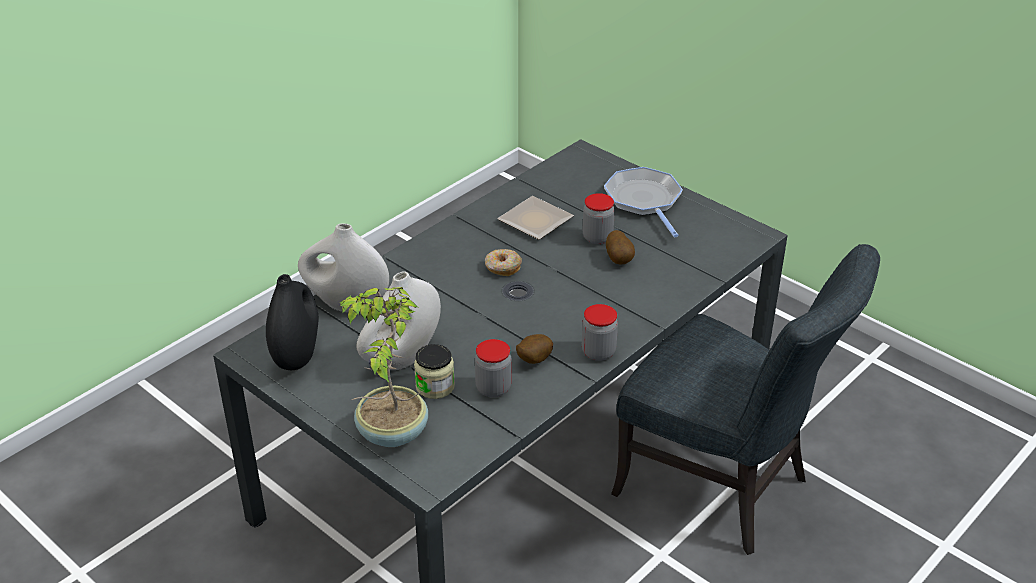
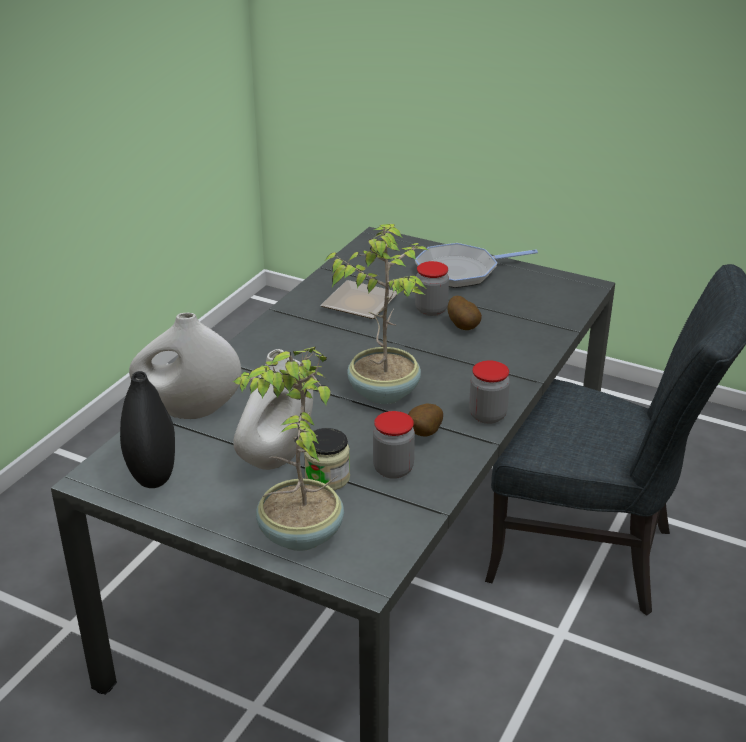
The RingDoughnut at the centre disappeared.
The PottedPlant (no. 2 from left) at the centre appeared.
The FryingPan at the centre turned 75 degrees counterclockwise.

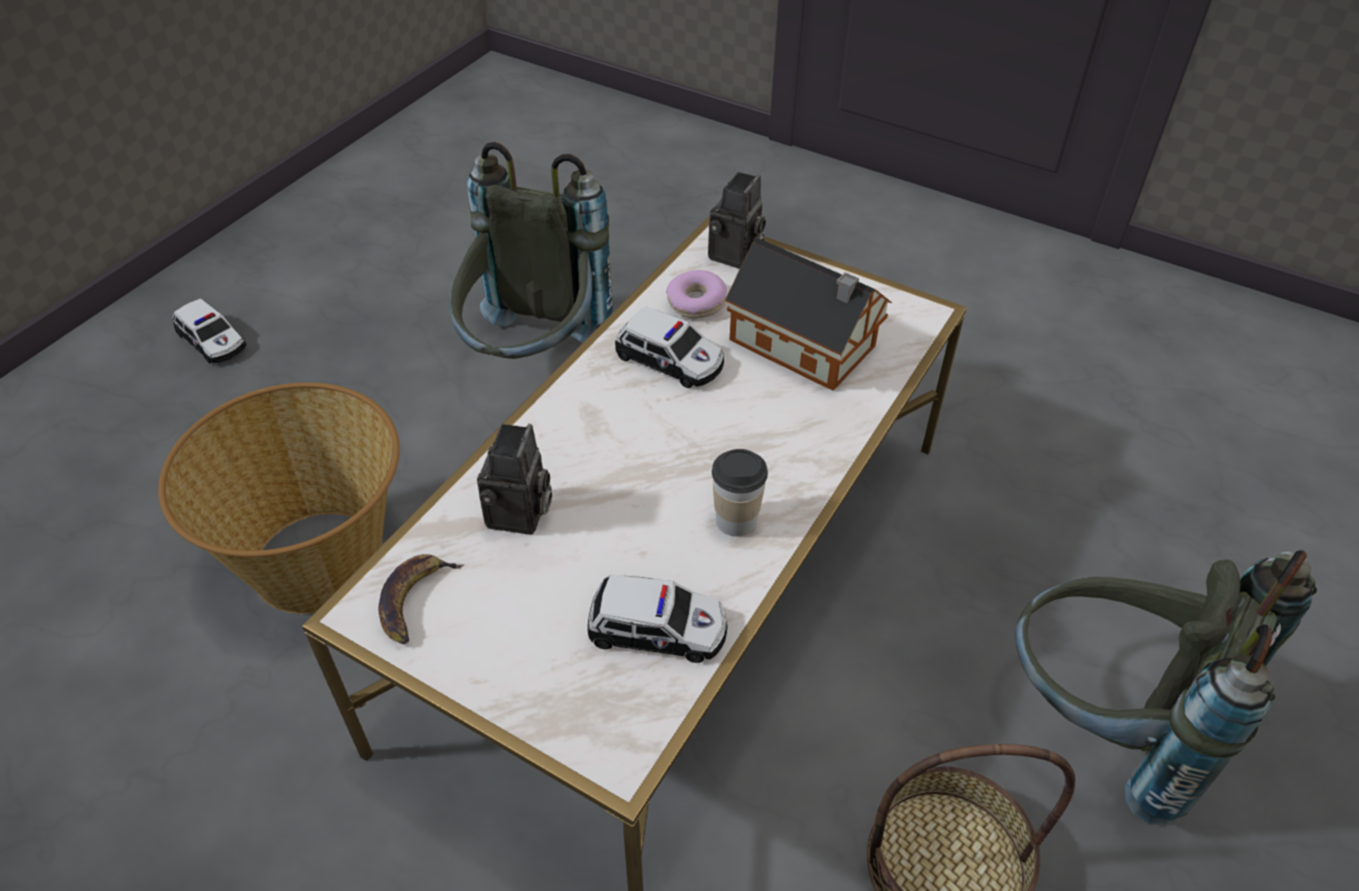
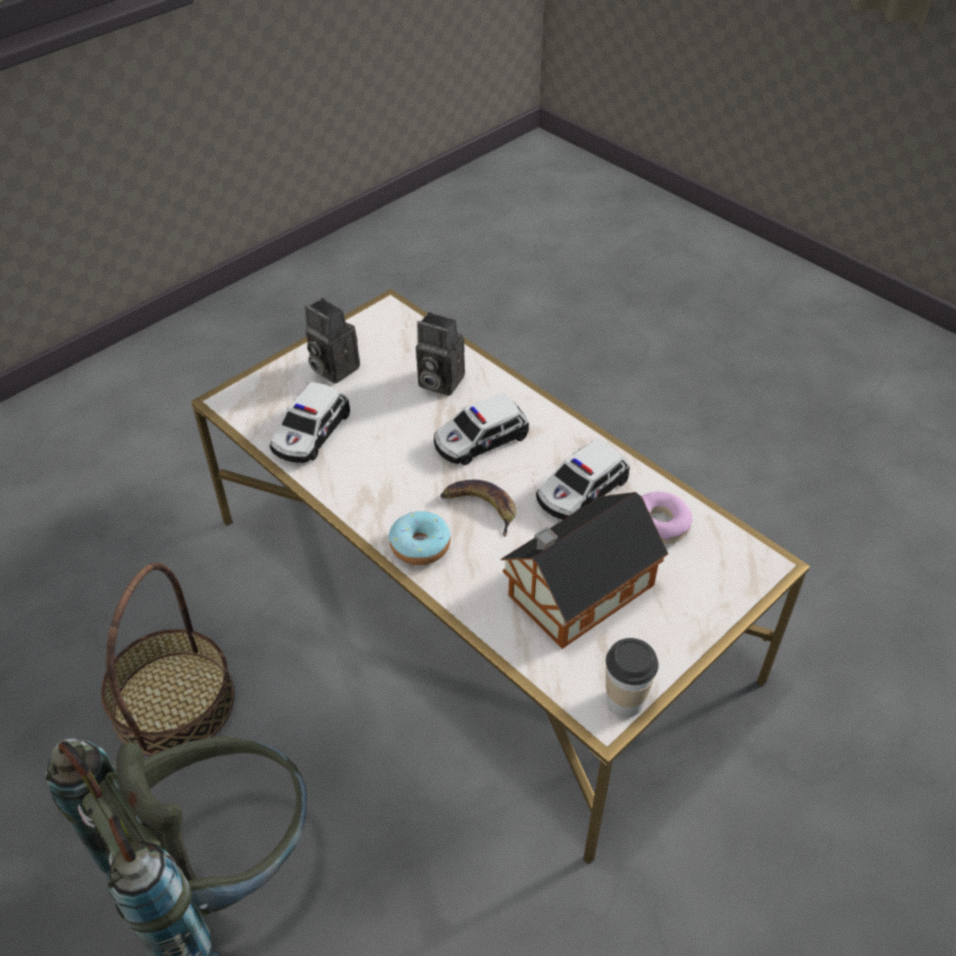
The Basket (no. 1 from left) at the middle left disappeared.
The GrayRucksack (no. 1 from left) at the top centre disappeared.
The RingDoughnut (no. 1 from left) at the centre appeared.
The MiniatureCar (no. 1 from left in the first image) moved from the middle left to the centre.
The BananaFruit moved from the bottom left to the centre.
The StillCamera (no. 2 from left in the first image) moved from the top centre to the centre.
The DrinkingCup moved from the centre to the bottom centre.

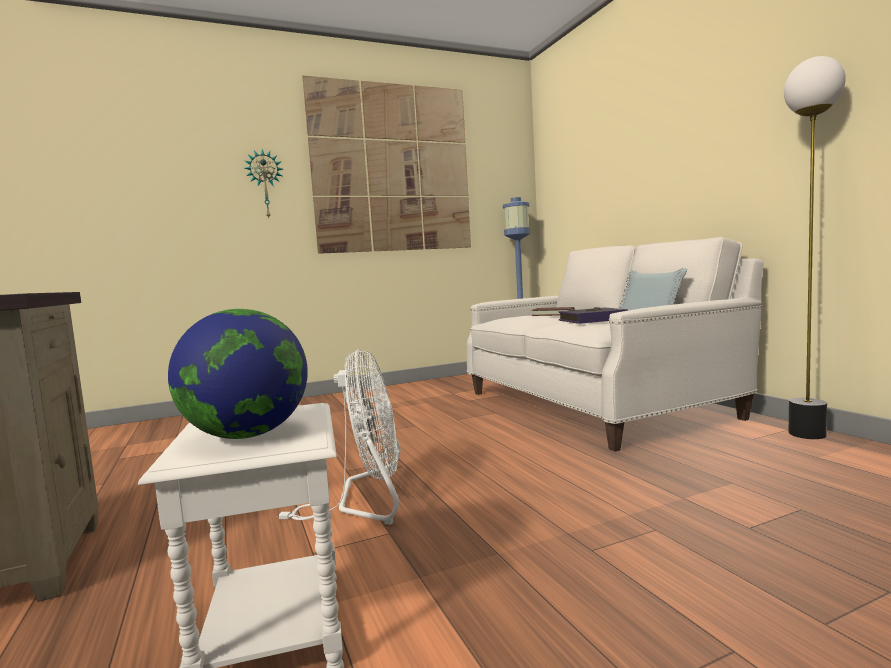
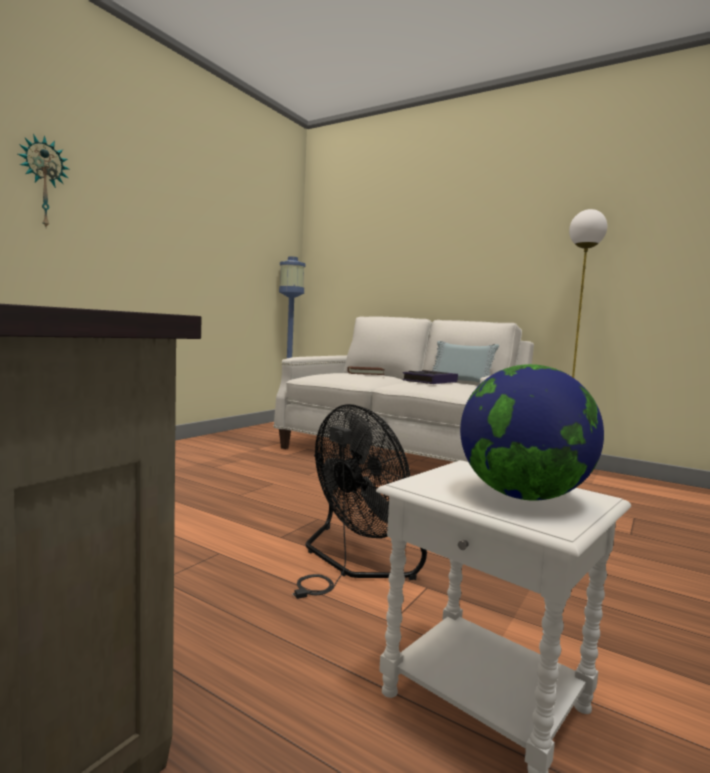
The Picture at the top centre disappeared.
The WhitishFan at the centre became the BlackishFan at the centre.

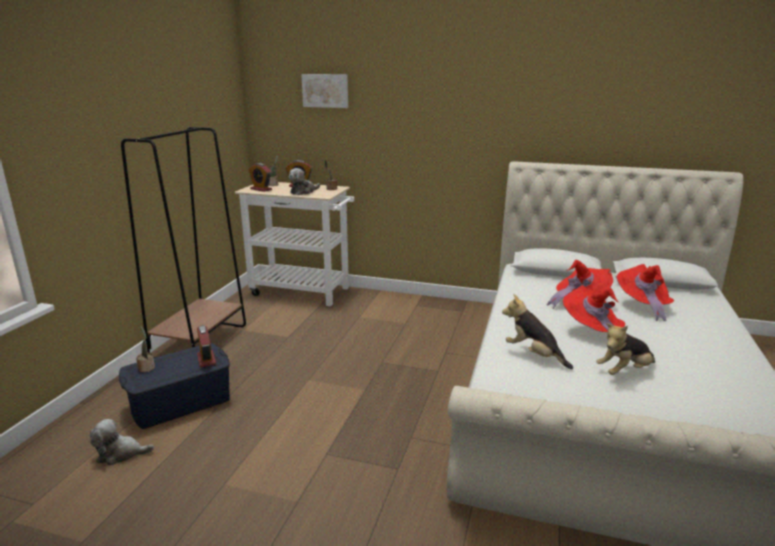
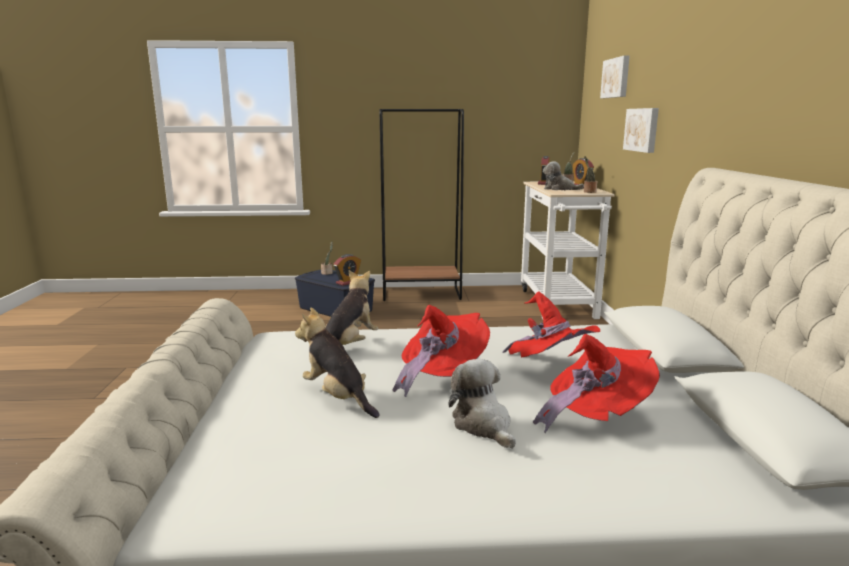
The Picture (no. 2 from left) at the top right appeared.
The SoftToy (no. 1 from left in the first image) moved from the bottom left to the bottom centre.

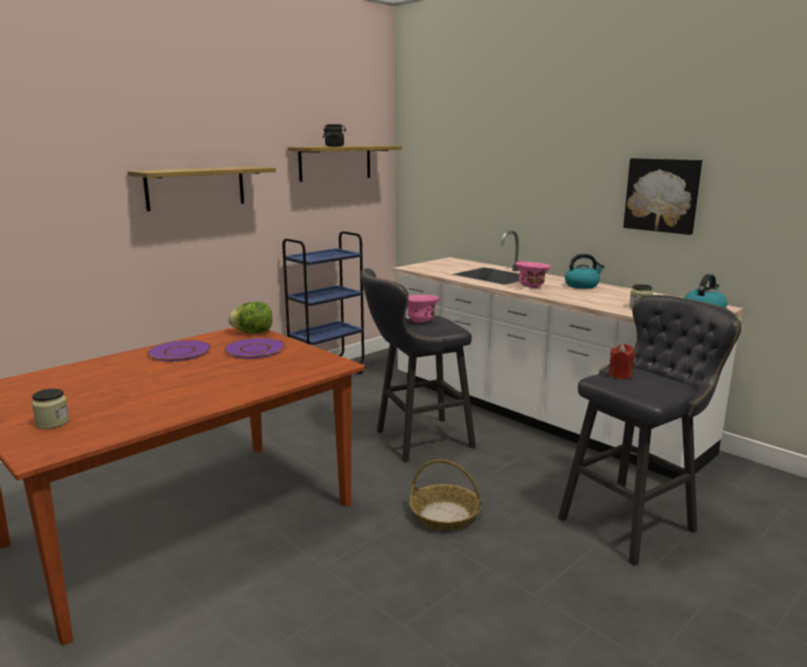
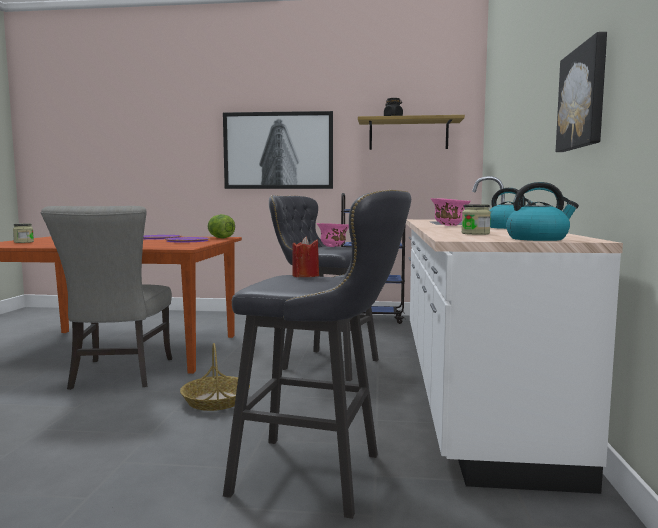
The GrayPlainChair at the middle left appeared.
The WallShelf (no. 1 from left) at the top left was replaced by the Picture (no. 1 from left) at the top centre.

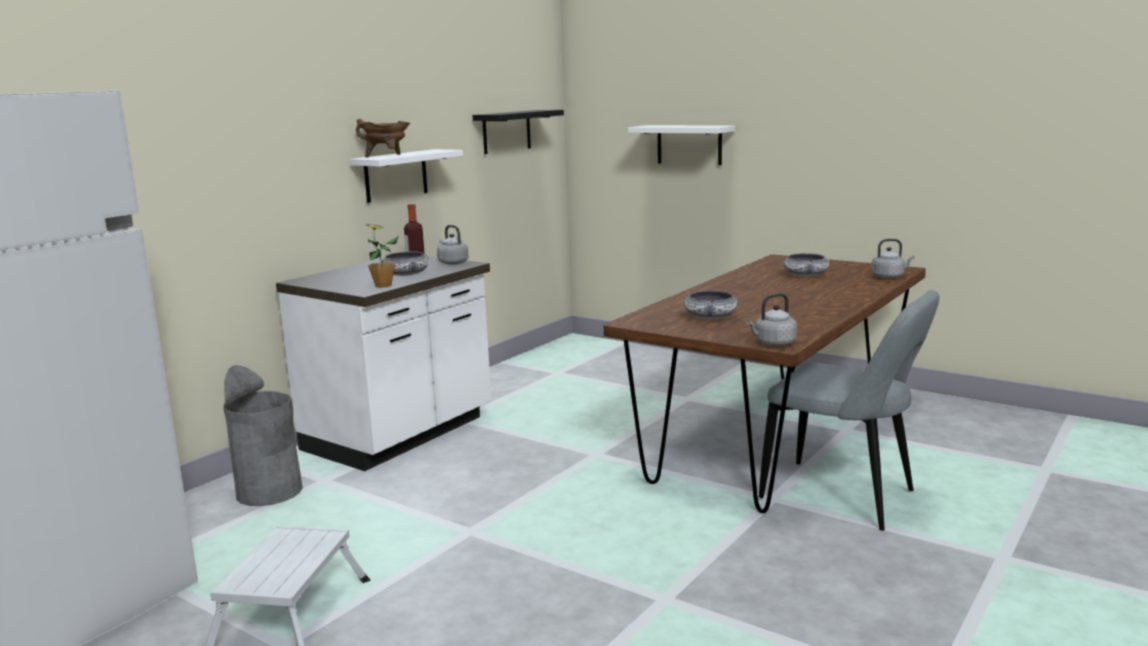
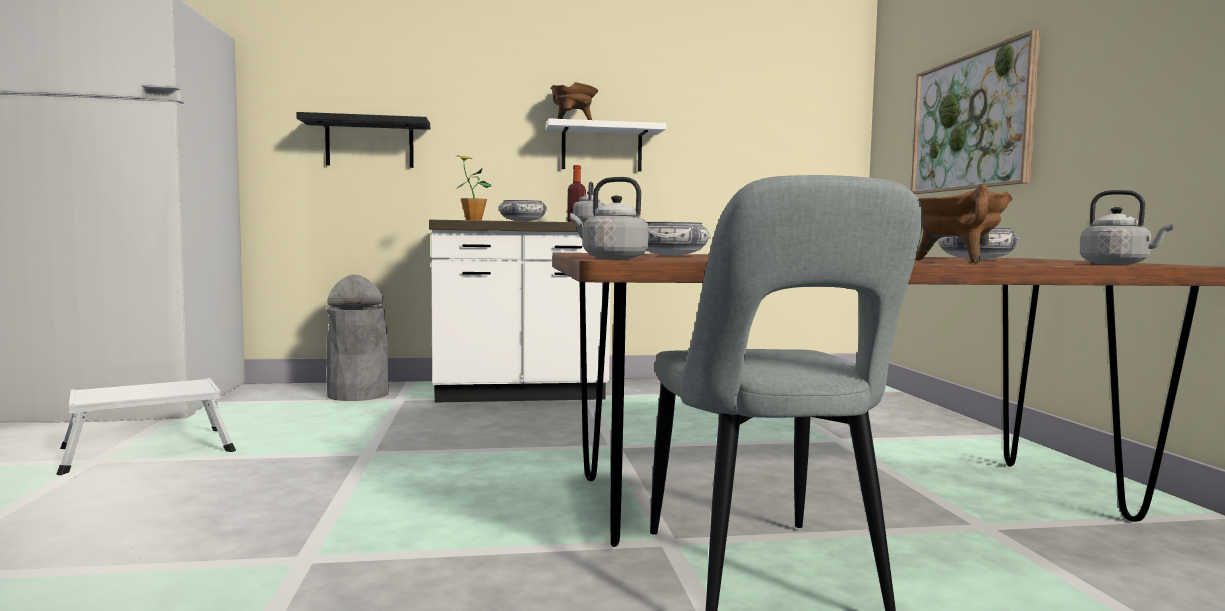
The BrownStockpot (no. 2 from left) at the middle right appeared.
The BlackishWallShelf moved from the top centre to the top left.
The WhitishWallShelf (no. 2 from left) at the top centre was replaced by the Picture at the top right.

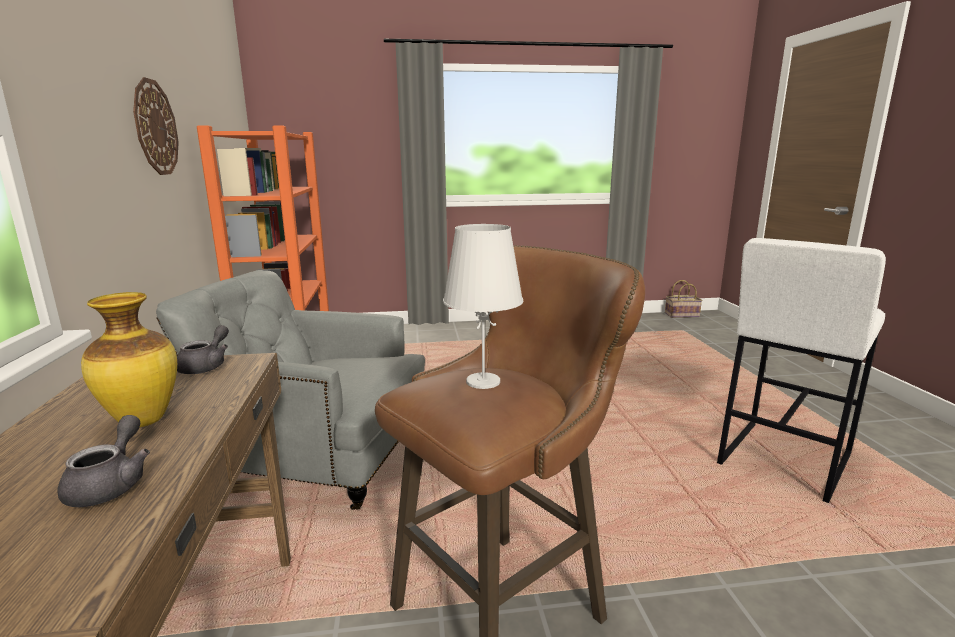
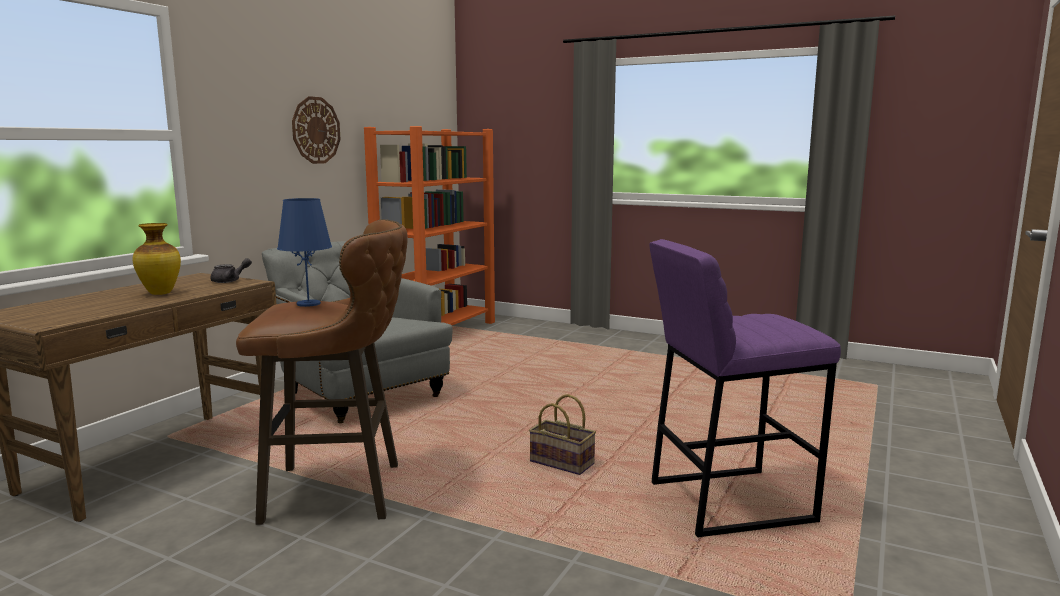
The GrayPotForTea (no. 1 from left) at the bottom left disappeared.
The Basket moved from the middle right to the bottom centre.
The WhitishTabletopLamp at the centre became the BlueColouredTabletopLamp at the middle left.
The WhitishSittingStool at the middle right became the PurplishSittingStool at the middle right.

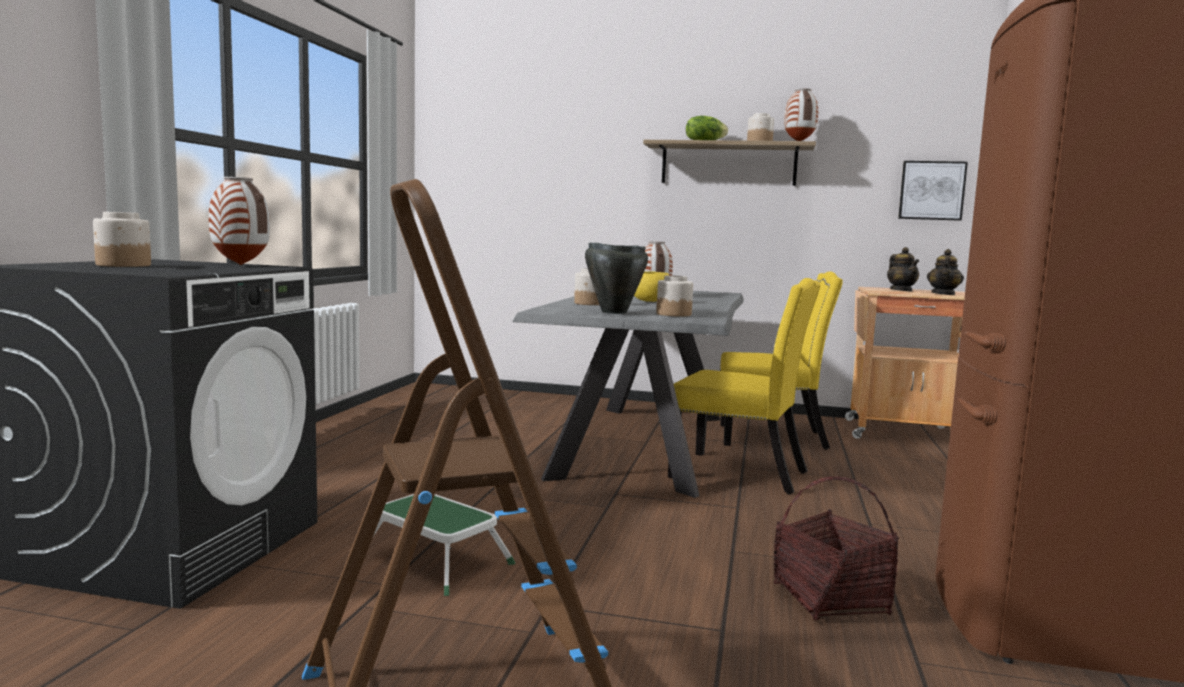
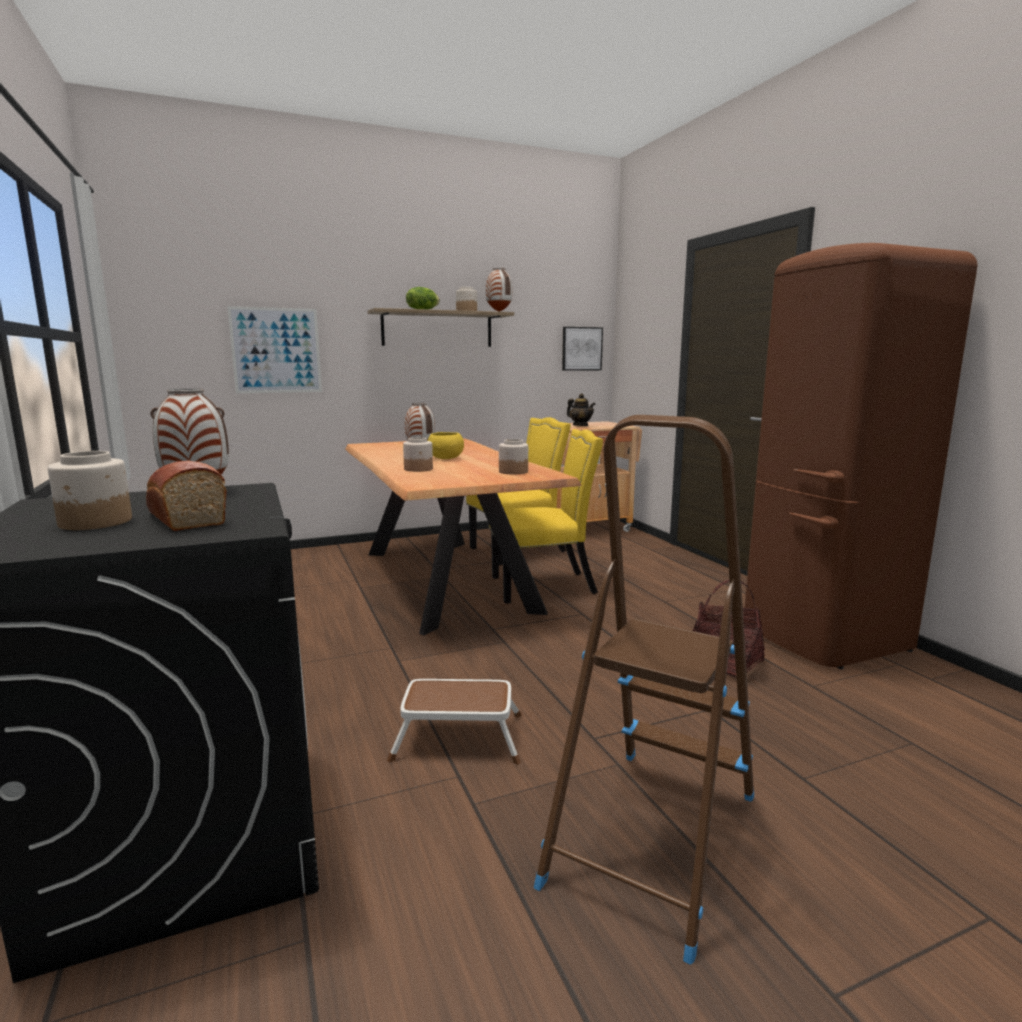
The BlackishStockpot at the centre disappeared.
The PotForTea (no. 2 from left) at the middle right disappeared.
The BakedBread at the middle left appeared.
The Picture (no. 1 from left) at the middle left appeared.
The GreenStepLadder at the bottom centre became the BrownStepLadder (no. 1 from left) at the bottom centre.
The GrayDiningTable at the centre became the BrownDiningTable at the centre.

